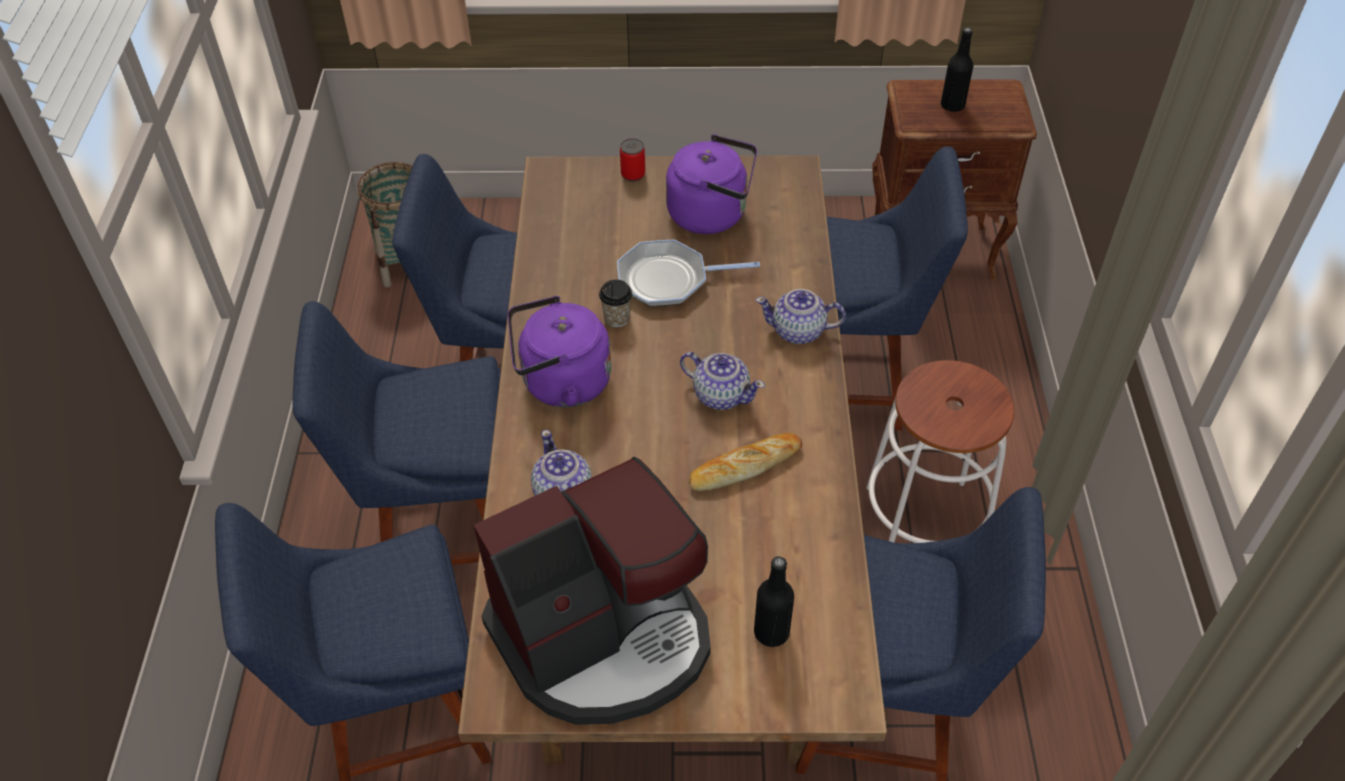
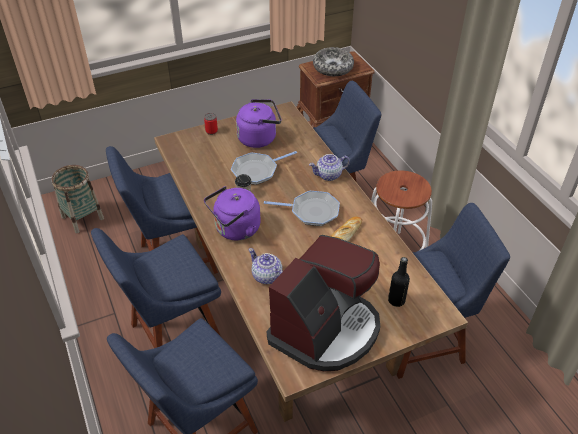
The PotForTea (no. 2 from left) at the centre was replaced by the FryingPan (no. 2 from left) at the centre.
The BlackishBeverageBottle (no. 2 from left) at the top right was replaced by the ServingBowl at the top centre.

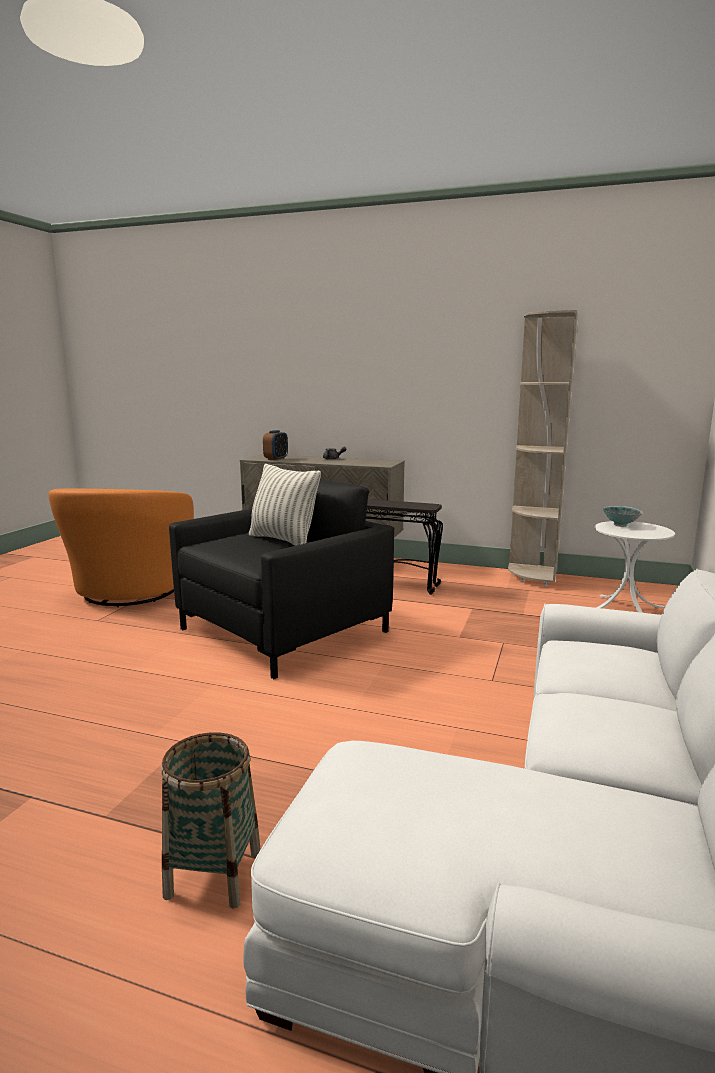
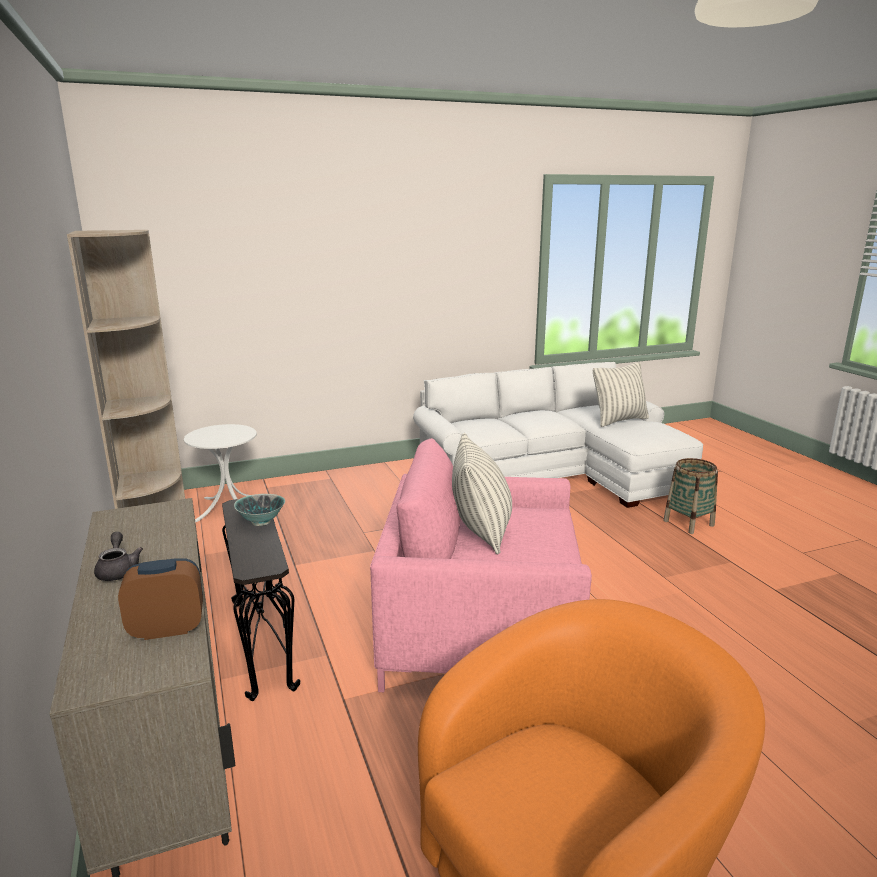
The Pillow (no. 2 from left) at the middle right appeared.
The ServingBowl moved from the middle right to the middle left.
The BlackishLoungeChair at the centre became the PinkColouredLoungeChair at the centre.

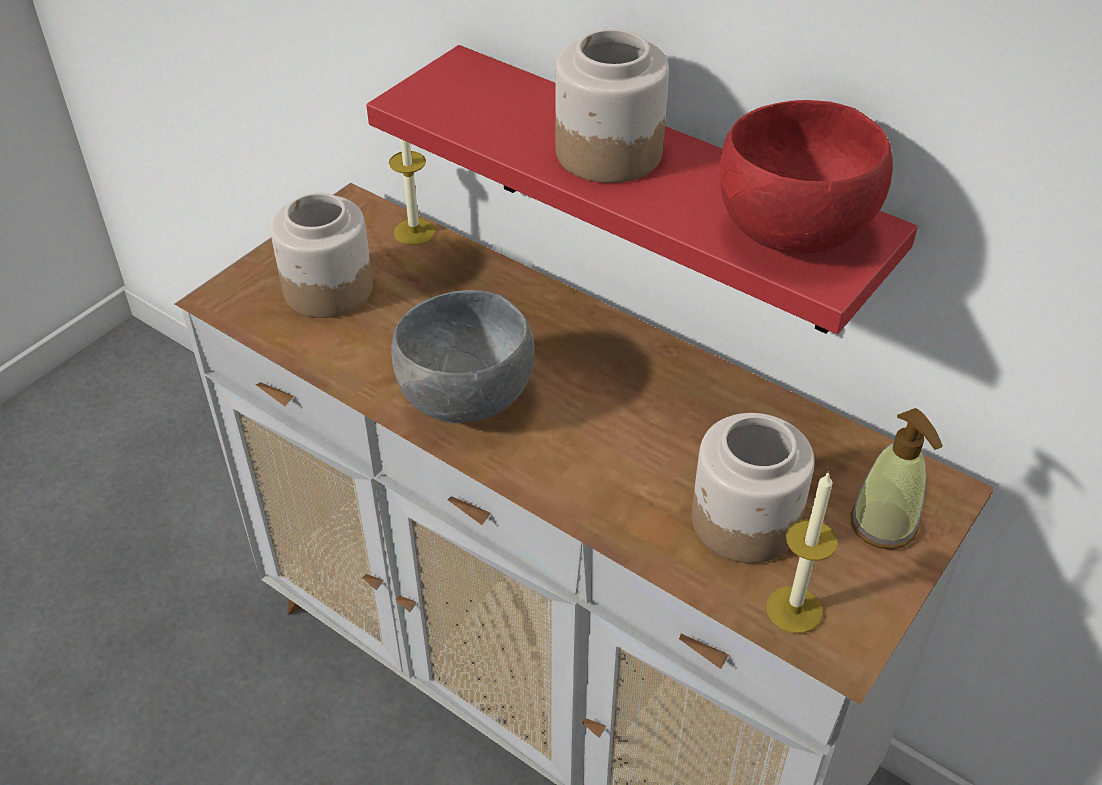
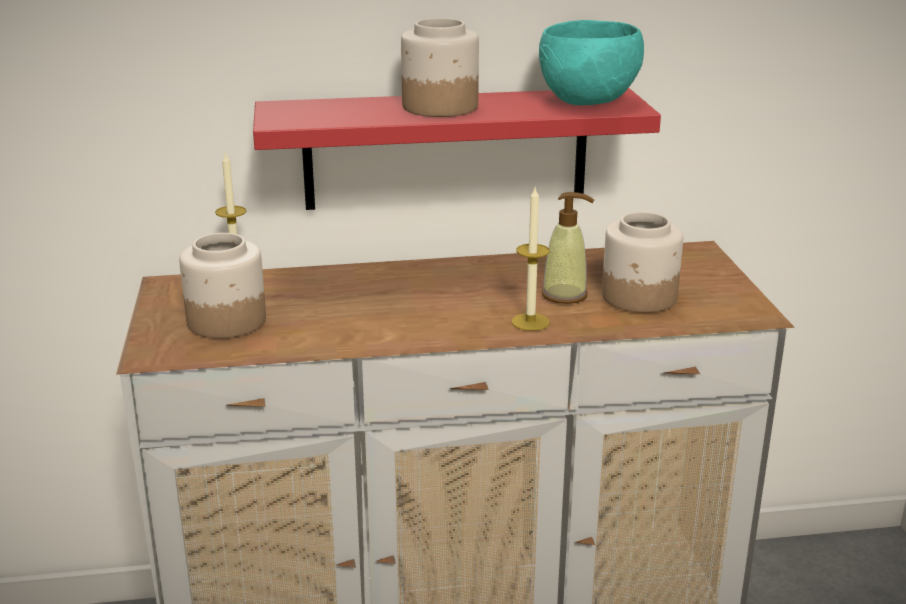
The GrayServingBowl at the centre disappeared.
The Candle (no. 2 from left) moved from the bottom right to the centre.
The LiquidSoapBottle moved from the middle right to the centre.
The ReddishServingBowl at the top right became the BlueGreenServingBowl at the top centre.

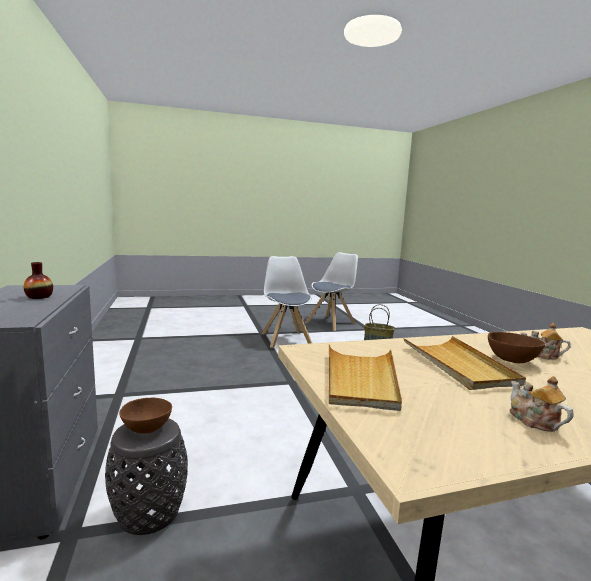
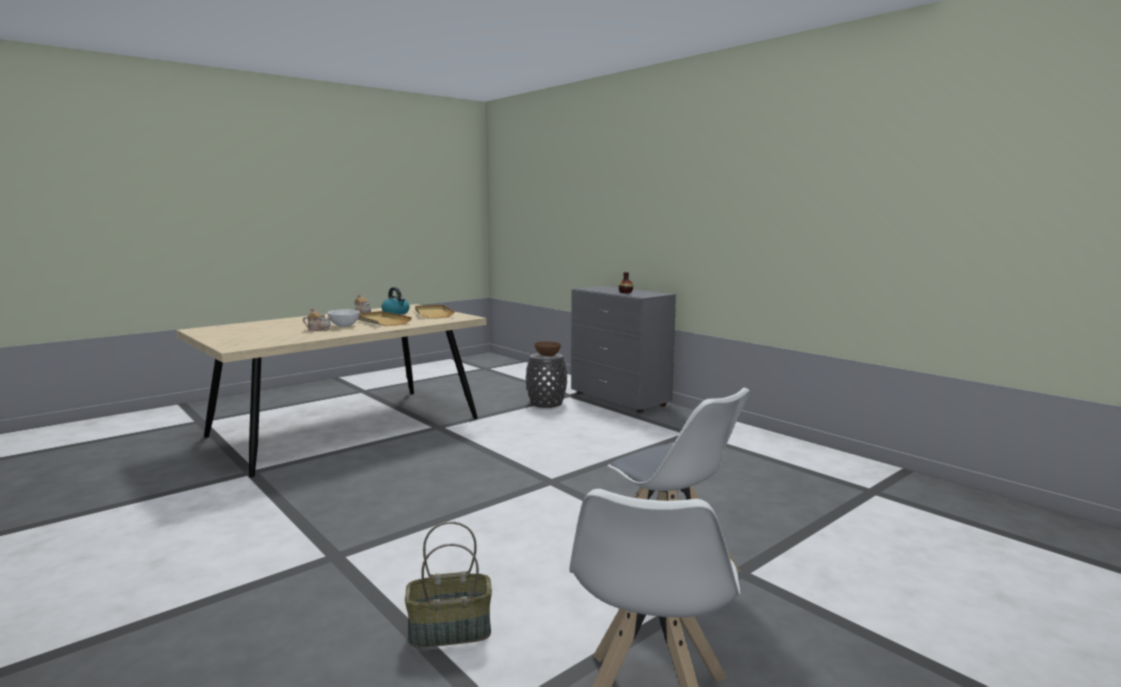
The TeaKettle at the centre appeared.
The BrownServingBowl (no. 2 from left) at the middle right became the WhitishServingBowl at the middle left.

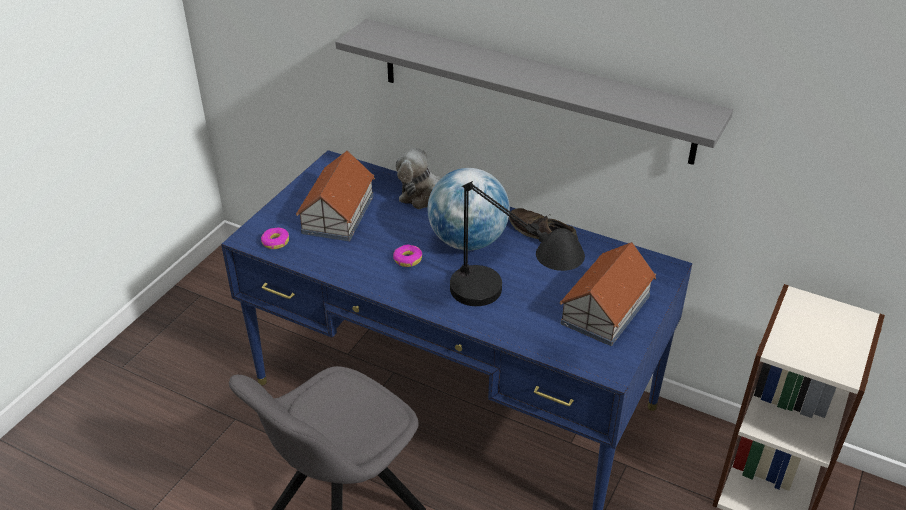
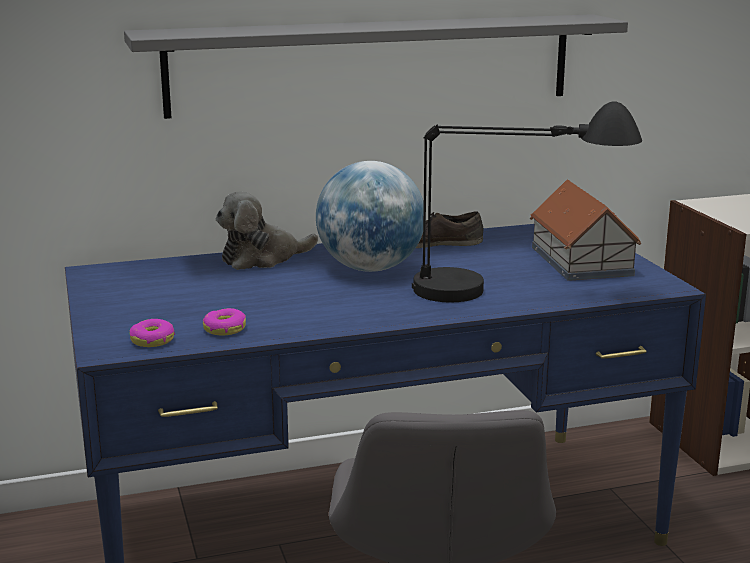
The ToyHouse (no. 1 from left) at the centre disappeared.
The RingDoughnut (no. 2 from left) moved from the centre to the middle left.

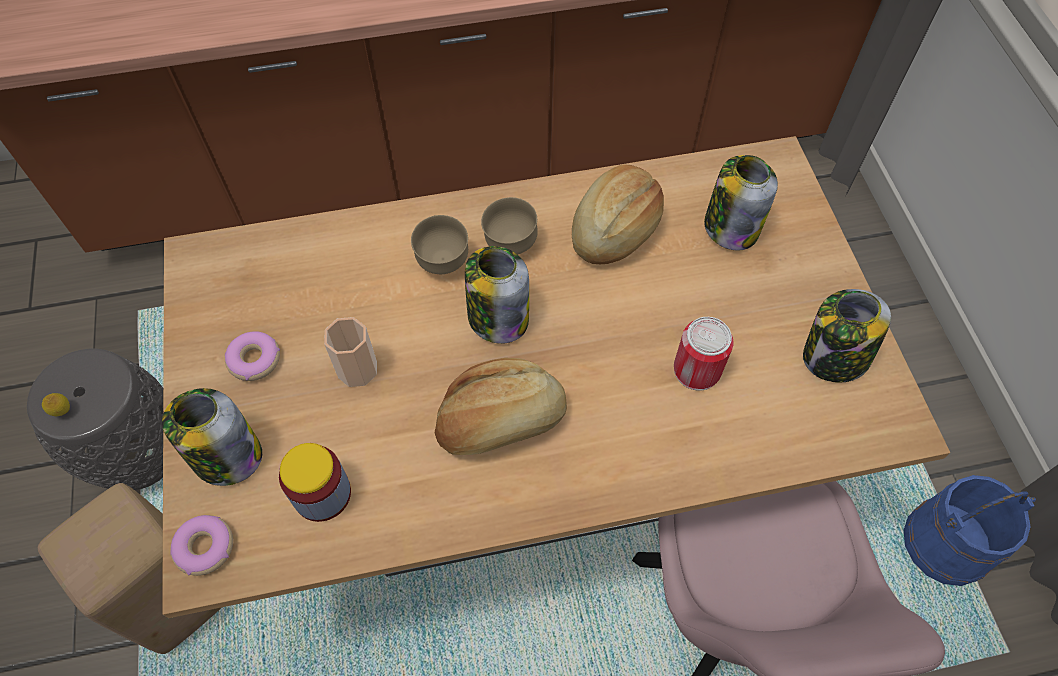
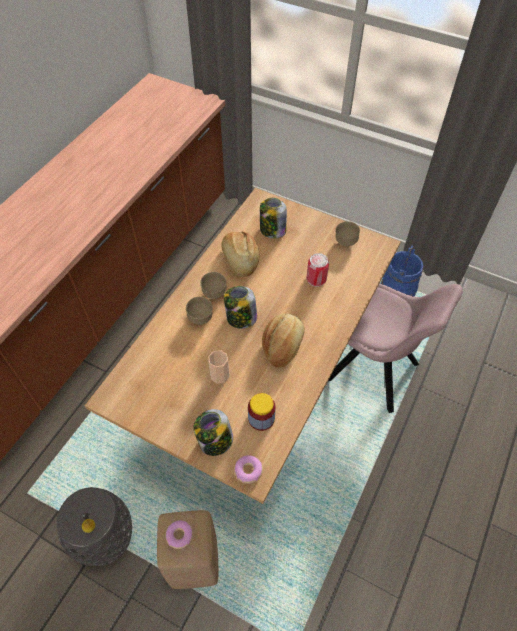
The RingDoughnut (no. 2 from left in the first image) moved from the middle left to the bottom centre.
The Jar (no. 5 from left) at the middle right was replaced by the BrownServingBowl (no. 3 from left) at the middle right.

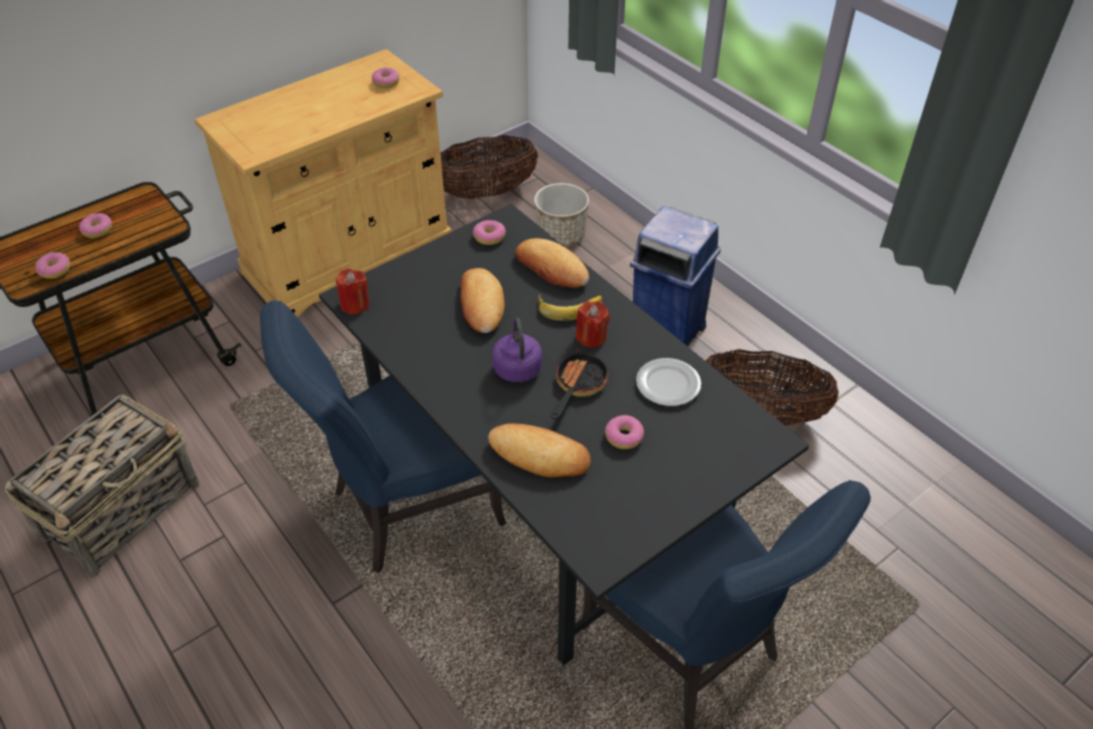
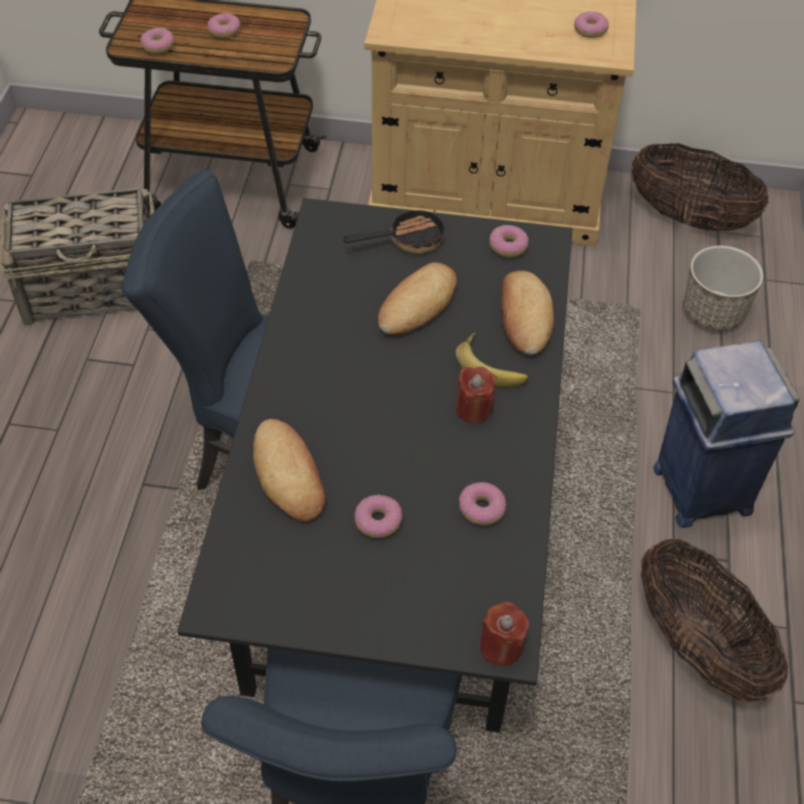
The PurplishTeaKettle at the centre disappeared.
The ReddishCandle (no. 1 from left in the first image) moved from the middle left to the bottom centre.
The FryingPan moved from the centre to the top centre.
The FlatDish at the centre was replaced by the RingDoughnut (no. 4 from left) at the centre.

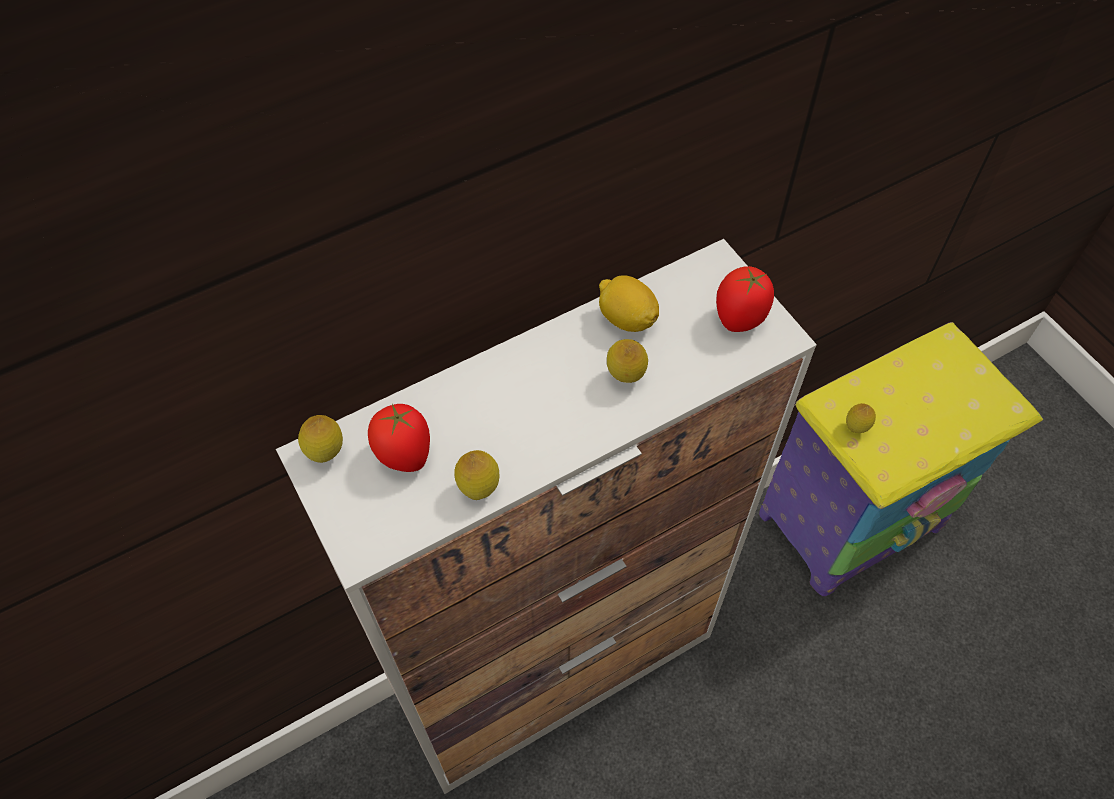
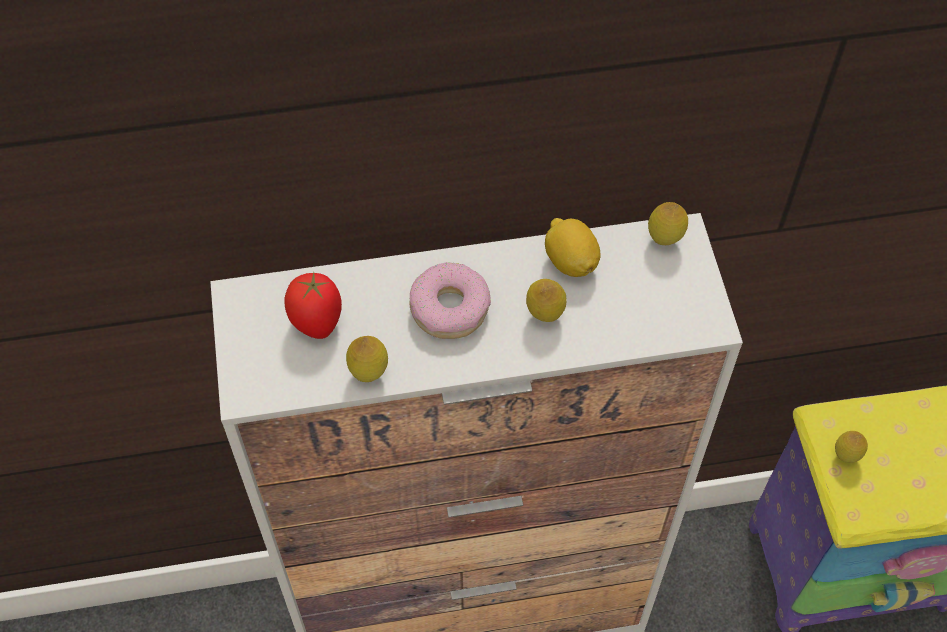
The FreshTomato (no. 2 from left) at the middle right disappeared.
The RingDoughnut at the centre appeared.
The CitrusFruit (no. 1 from left in the first image) moved from the middle left to the middle right.

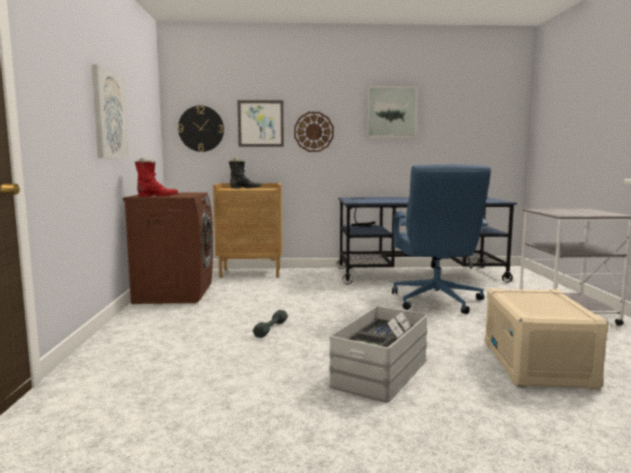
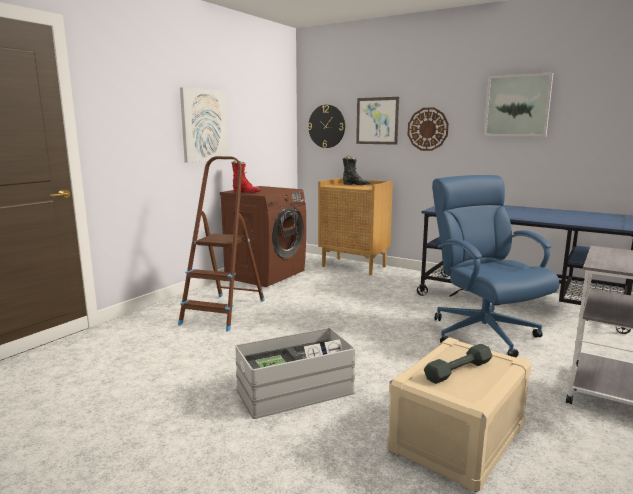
The BrownStepLadder at the centre appeared.
The GrayFreeWeight moved from the bottom centre to the bottom right.
The BlueColouredComputerChair at the middle right turned 120 degrees clockwise.

